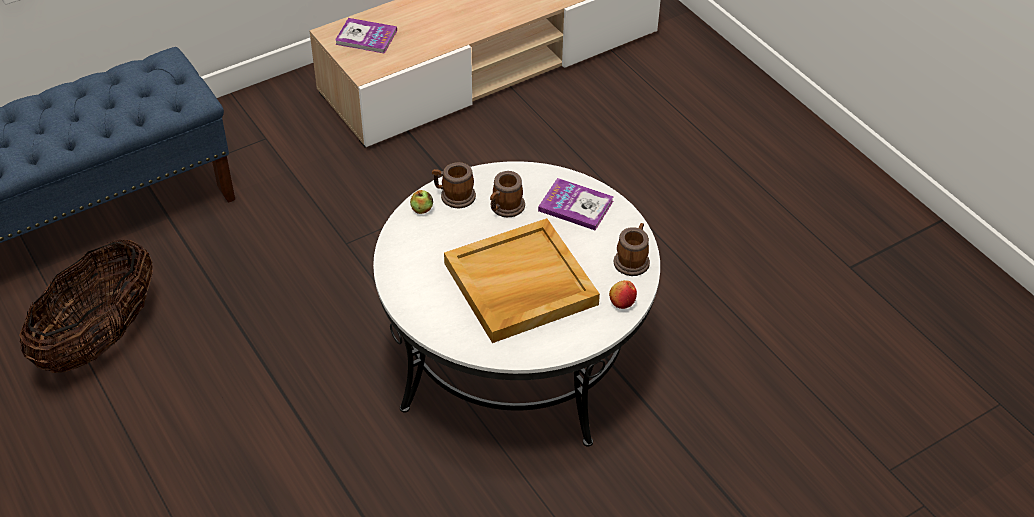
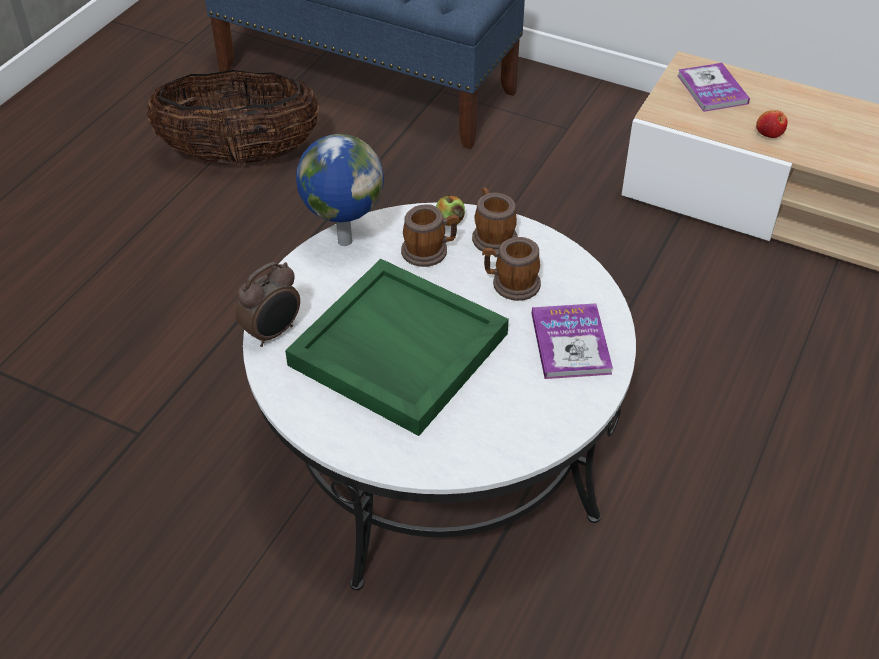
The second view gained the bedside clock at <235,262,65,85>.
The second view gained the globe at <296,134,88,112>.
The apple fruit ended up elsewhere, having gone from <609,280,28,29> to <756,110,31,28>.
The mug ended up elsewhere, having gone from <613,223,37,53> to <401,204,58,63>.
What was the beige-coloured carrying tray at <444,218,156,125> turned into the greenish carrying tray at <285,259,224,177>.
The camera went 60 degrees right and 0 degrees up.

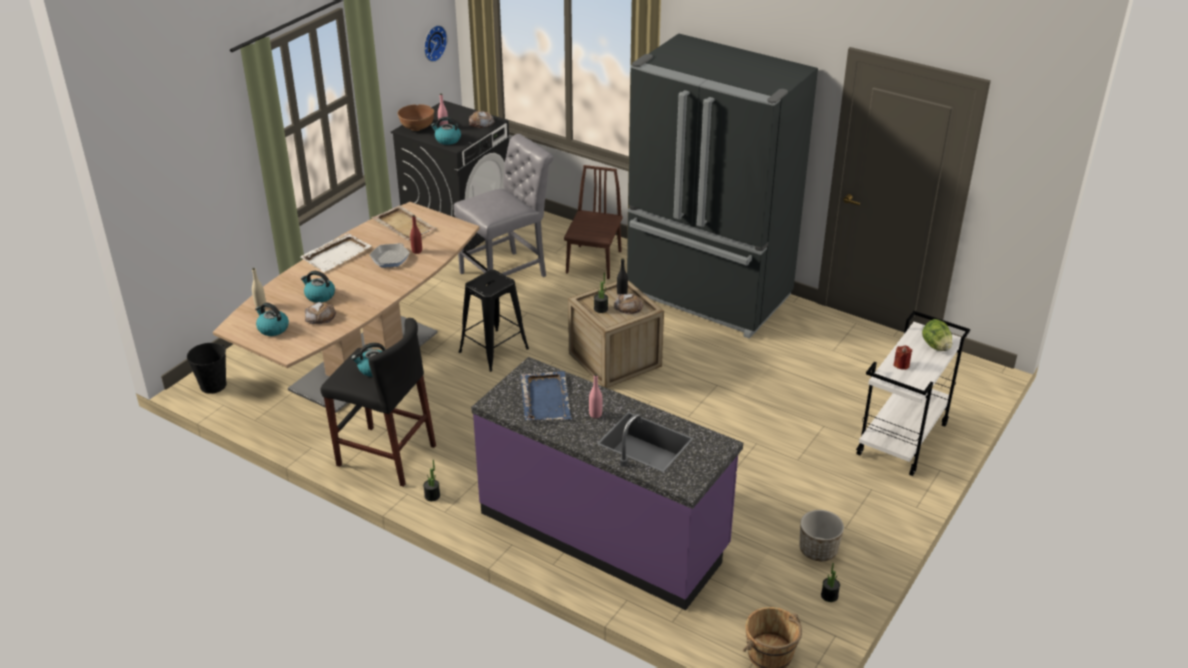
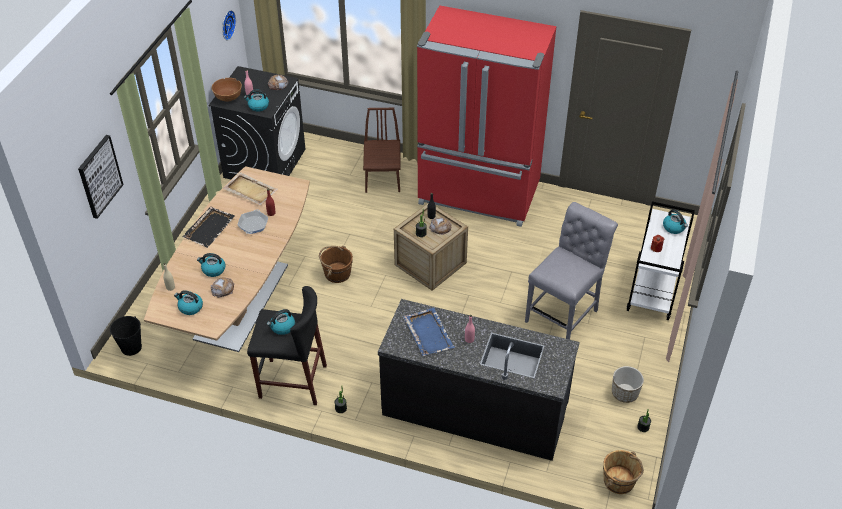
The second view gained the wall picture at <78,135,46,84>.
The greyish upright chair ended up elsewhere, having gone from <454,134,99,143> to <525,202,93,138>.
Where the black-coloured sitting stool stood at <459,270,70,102>, the brown-coloured bucket came to stand at <319,246,34,37>.
Where the lettuce head stood at <922,319,30,32>, the water kettle came to stand at <663,209,25,25>.
What was the whitish carrying tray at <300,233,72,39> turned into the black-coloured carrying tray at <182,206,53,42>.
What was the purple-coloured kitchen base unit at <471,357,272,253> turned into the black-coloured kitchen base unit at <378,299,202,162>.
What was the black-coloured fridge at <627,34,191,305> turned into the red-coloured fridge at <417,5,140,222>.
The camera went 15 degrees left and 10 degrees up.

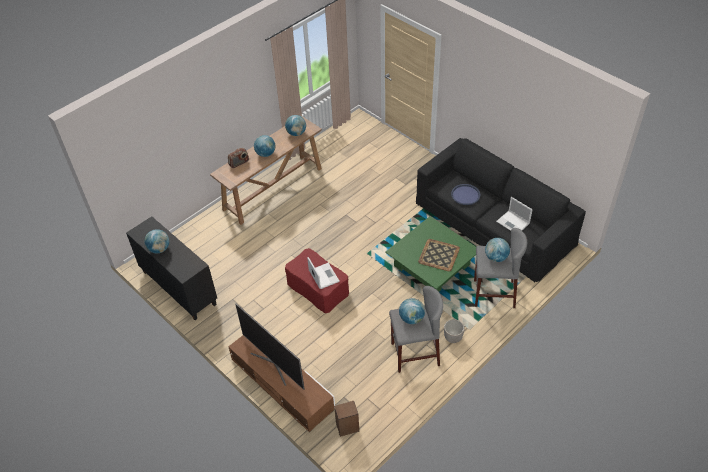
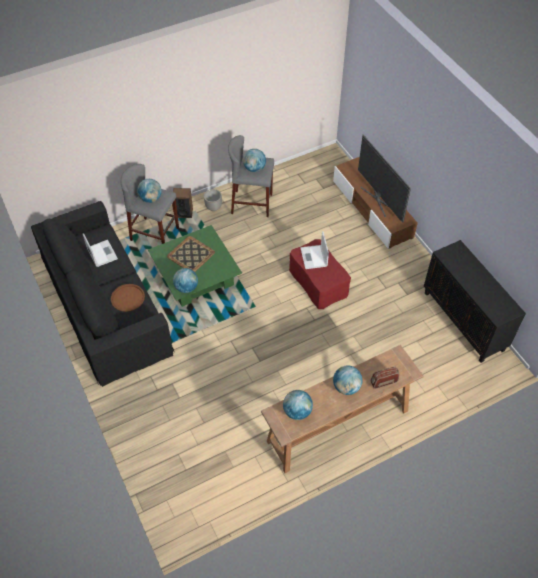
The globe ended up elsewhere, having gone from <144,229,25,24> to <173,268,25,25>.
The audio speaker ended up elsewhere, having gone from <334,401,25,36> to <173,188,20,30>.
What was the bluish carrying tray at <451,184,29,21> turned into the brown-coloured carrying tray at <111,284,34,28>.
The camera went 165 degrees left and 5 degrees up.

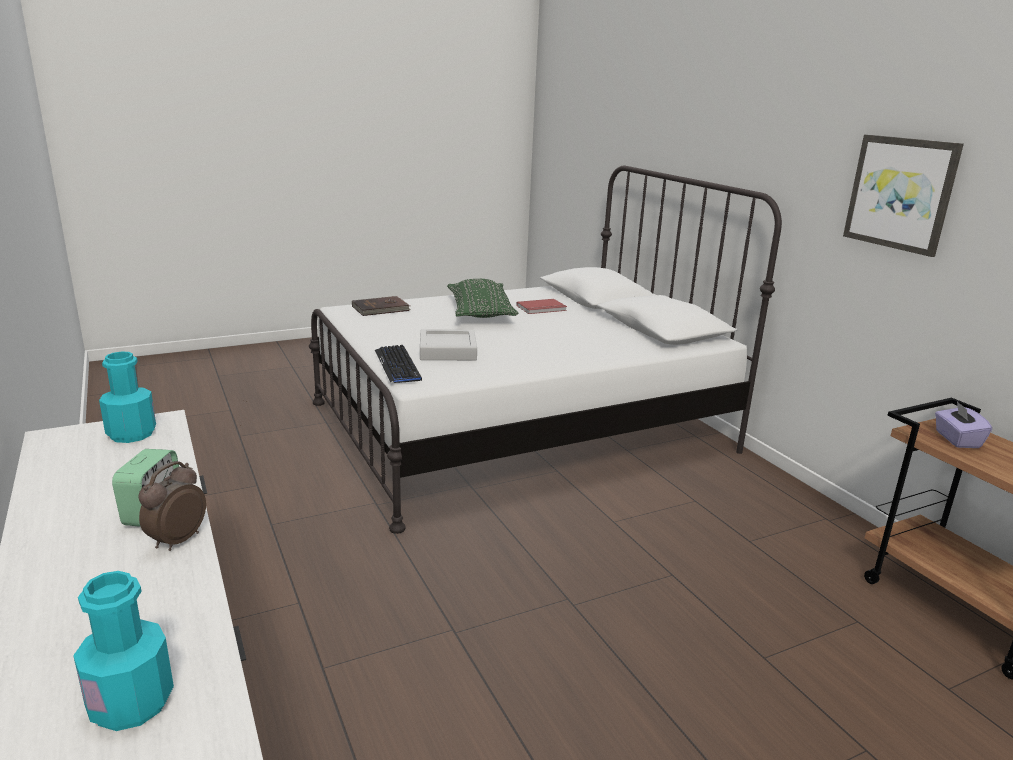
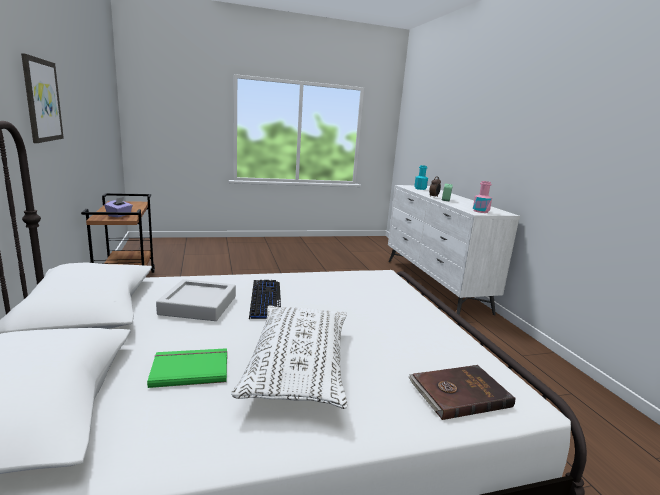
The PC keyboard ended up elsewhere, having gone from <375,345,47,38> to <249,280,32,39>.
The greyish carrying tray ended up elsewhere, having gone from <420,329,57,31> to <156,279,80,42>.
What was the turquoise bottle at <99,351,57,92> turned into the pinkish bottle at <473,181,19,32>.
What was the greenish cushion at <447,279,71,39> turned into the whitish cushion at <231,305,116,104>.
What was the red-coloured bound book at <516,299,51,15> turned into the greenish bound book at <147,348,80,40>.
The camera went 170 degrees left and 5 degrees down.

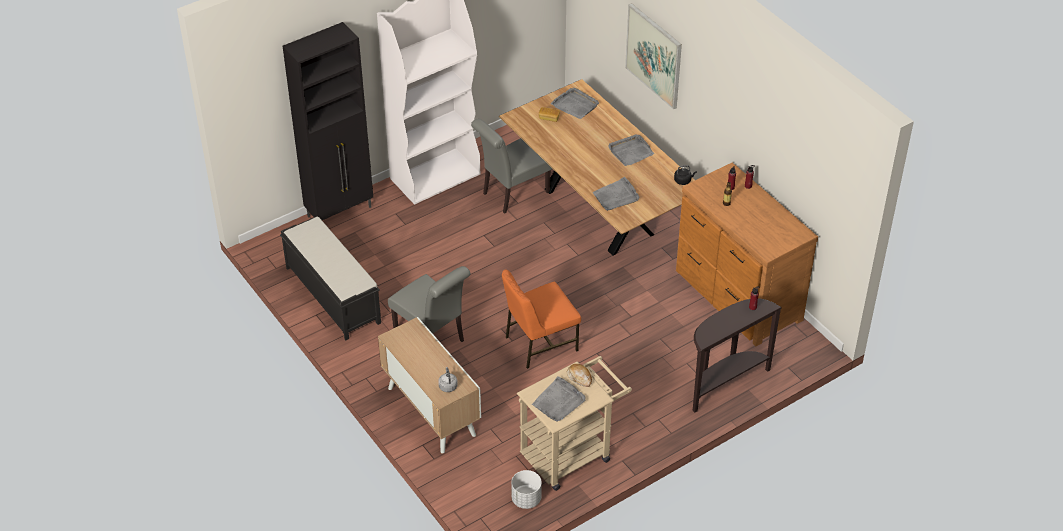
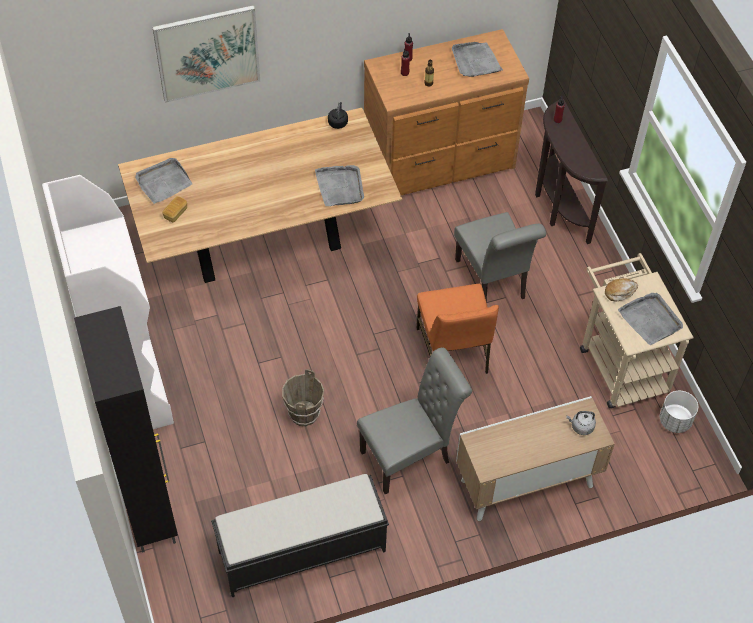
The second view gained the brown-coloured bucket at <282,369,42,57>.
The greyish upright chair ended up elsewhere, having gone from <471,119,81,95> to <454,212,92,91>.
The greyish carrying tray ended up elsewhere, having gone from <608,134,46,32> to <452,42,51,35>.
The camera went 75 degrees left and 10 degrees up.

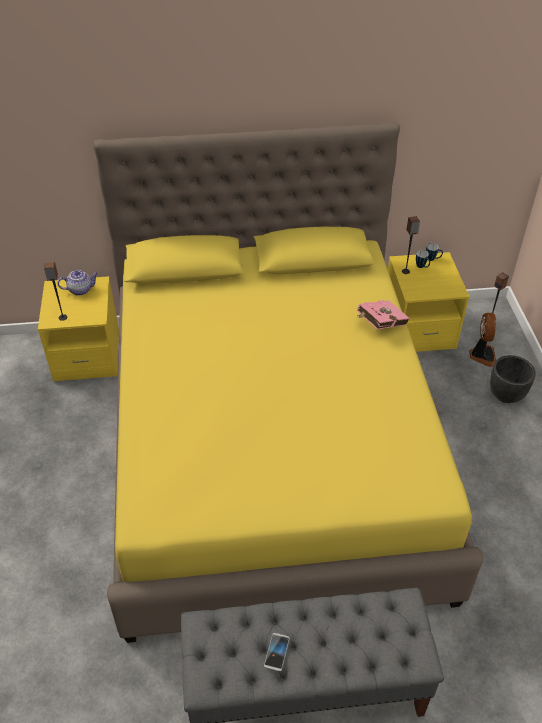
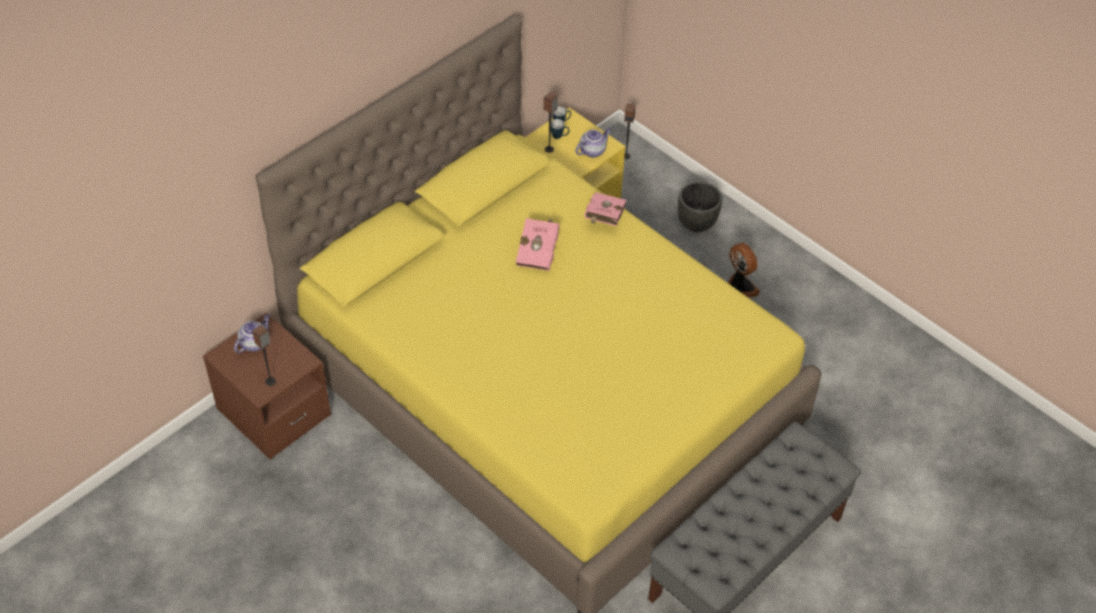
The second view lost the phone at <264,633,26,38>.
The second view gained the pinkish bound book at <516,218,44,53>.
The second view gained the tea pot at <575,127,36,31>.
The fan ended up elsewhere, having gone from <469,313,27,54> to <728,243,32,54>.
What was the yellow-coloured bedside table at <38,276,81,106> turned into the brown-coloured bedside table at <203,313,128,147>.
The camera went 40 degrees left and 5 degrees up.

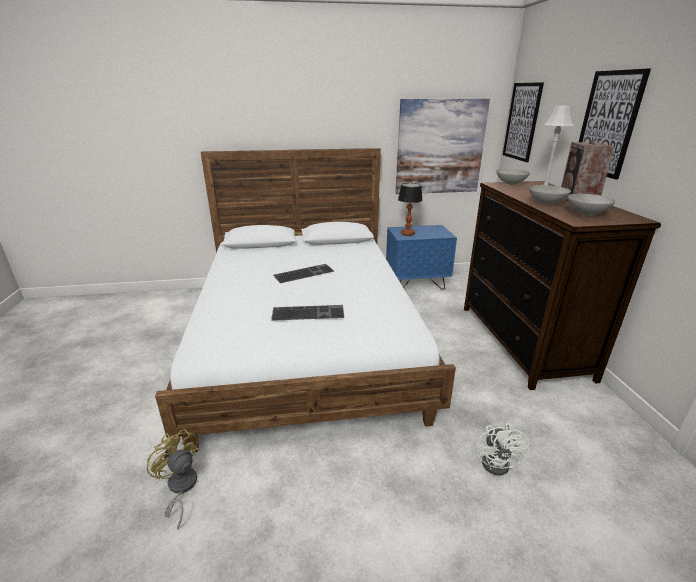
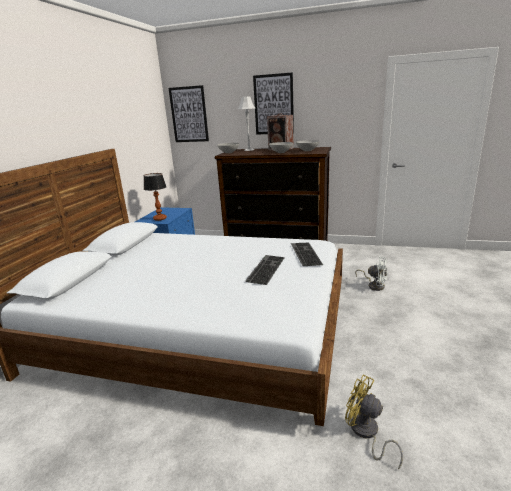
The second view lost the wall picture at <395,99,95,95>.
The PC keyboard ended up elsewhere, having gone from <273,264,61,19> to <291,243,32,23>.
The yellow-coloured fan at <147,429,52,100> ended up facing another way, 60 degrees clockwise from before.
The camera went 65 degrees left and 5 degrees down.

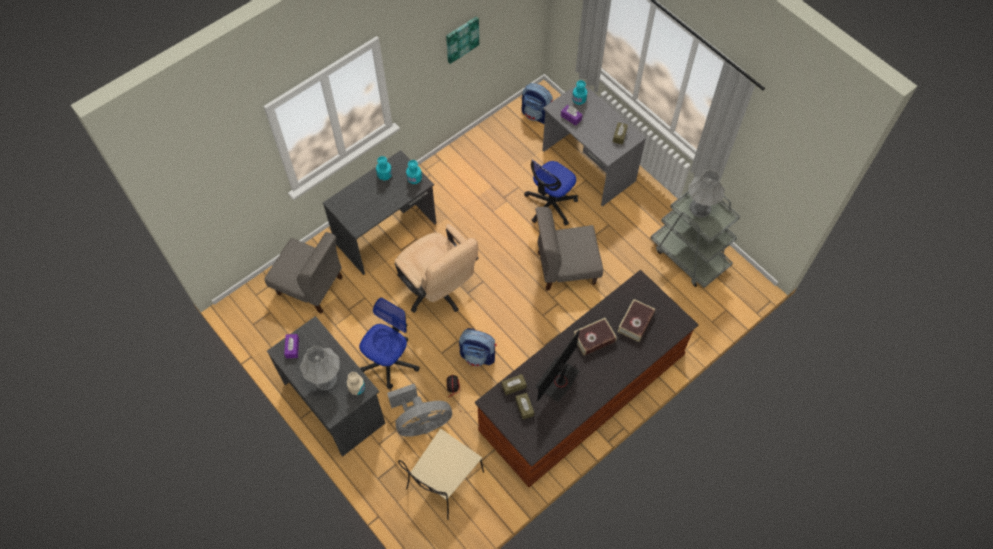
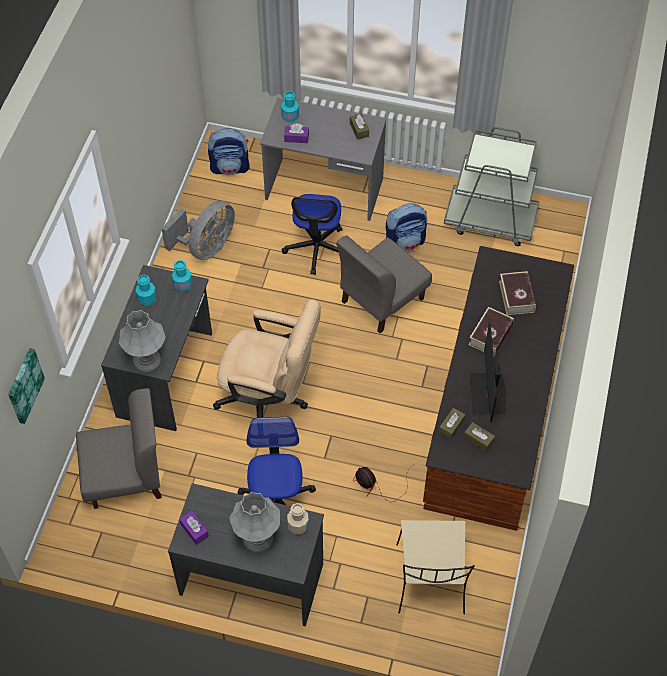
The greyish fan ended up elsewhere, having gone from <387,383,65,54> to <161,201,74,59>.
The wall picture ended up elsewhere, having gone from <446,16,33,48> to <8,348,37,76>.
The backpack ended up elsewhere, having gone from <459,328,38,38> to <386,203,41,48>.
The greyish lamp for a table ended up elsewhere, having gone from <688,169,37,48> to <119,310,47,62>.
The camera went 35 degrees left and 5 degrees down.

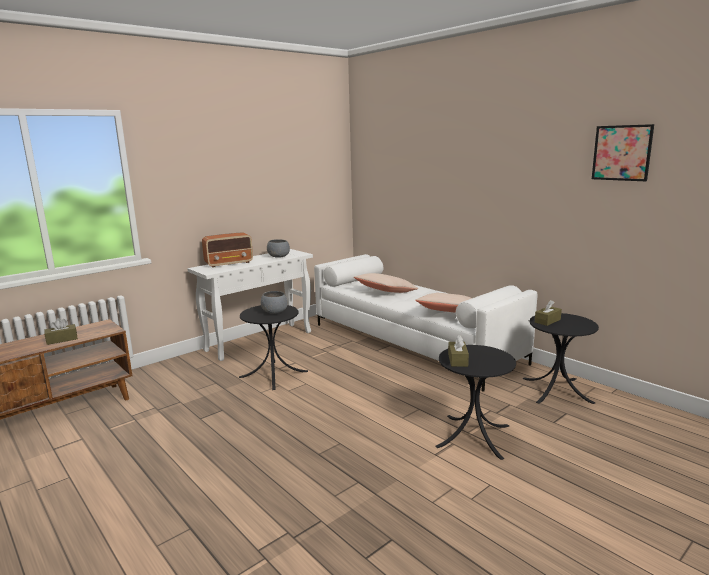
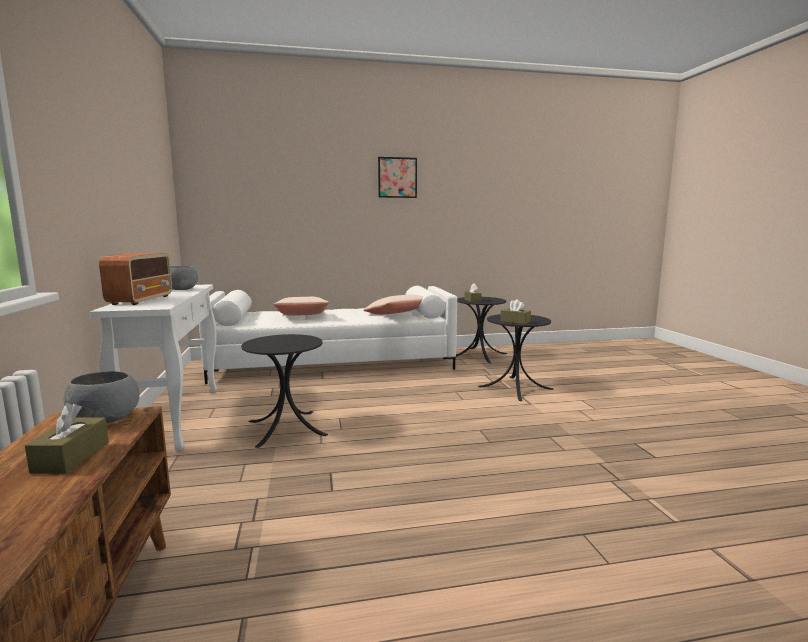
The greyish serving bowl ended up elsewhere, having gone from <261,291,27,23> to <63,371,77,52>.
The wall picture ended up elsewhere, having gone from <592,124,62,57> to <378,157,39,41>.
The camera went 60 degrees left and 5 degrees down.

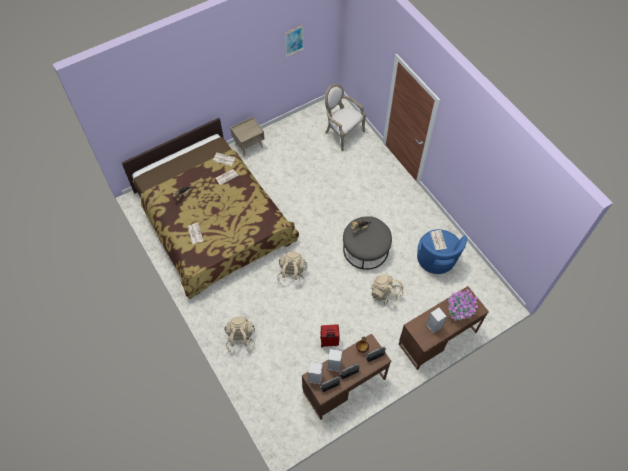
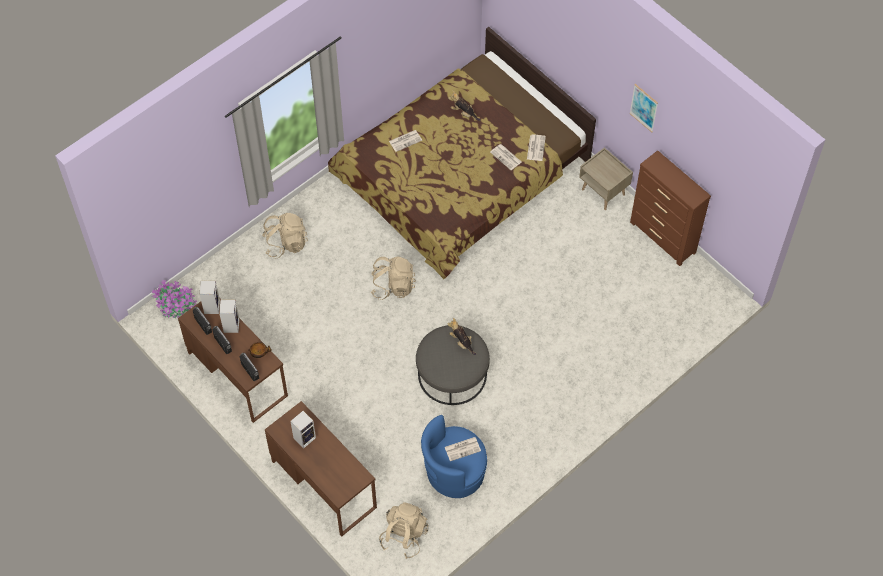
The second view lost the red-coloured travel case at <320,324,20,23>.
The second view lost the armchair at <325,83,41,68>.
The second view gained the brown-coloured chest of drawers at <630,150,81,116>.
The wall picture ended up elsewhere, having gone from <285,25,19,32> to <629,84,29,48>.
The beige-coloured backpack ended up elsewhere, having gone from <371,274,33,35> to <379,502,50,57>.
The plant in a pot ended up elsewhere, having gone from <448,289,30,32> to <151,280,46,38>.
The camera went 80 degrees right and 0 degrees up.

